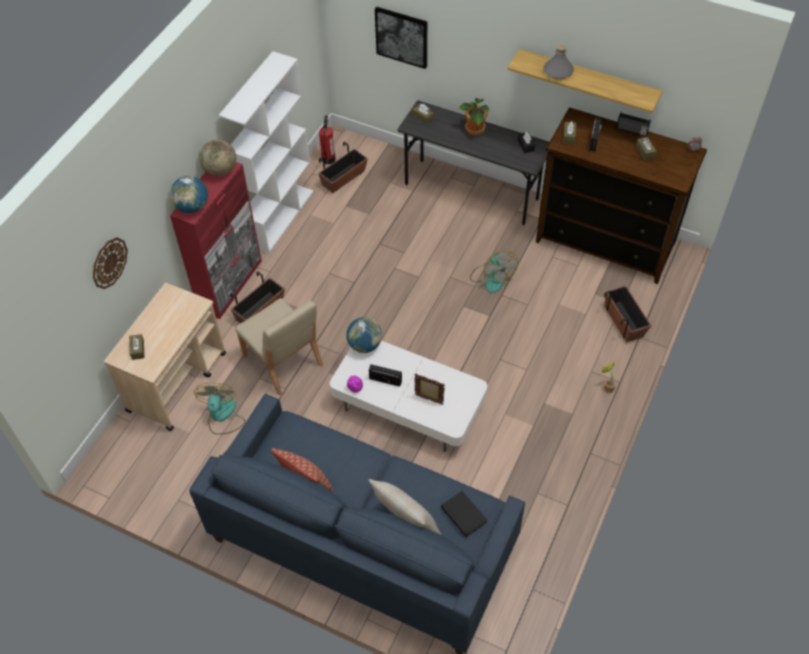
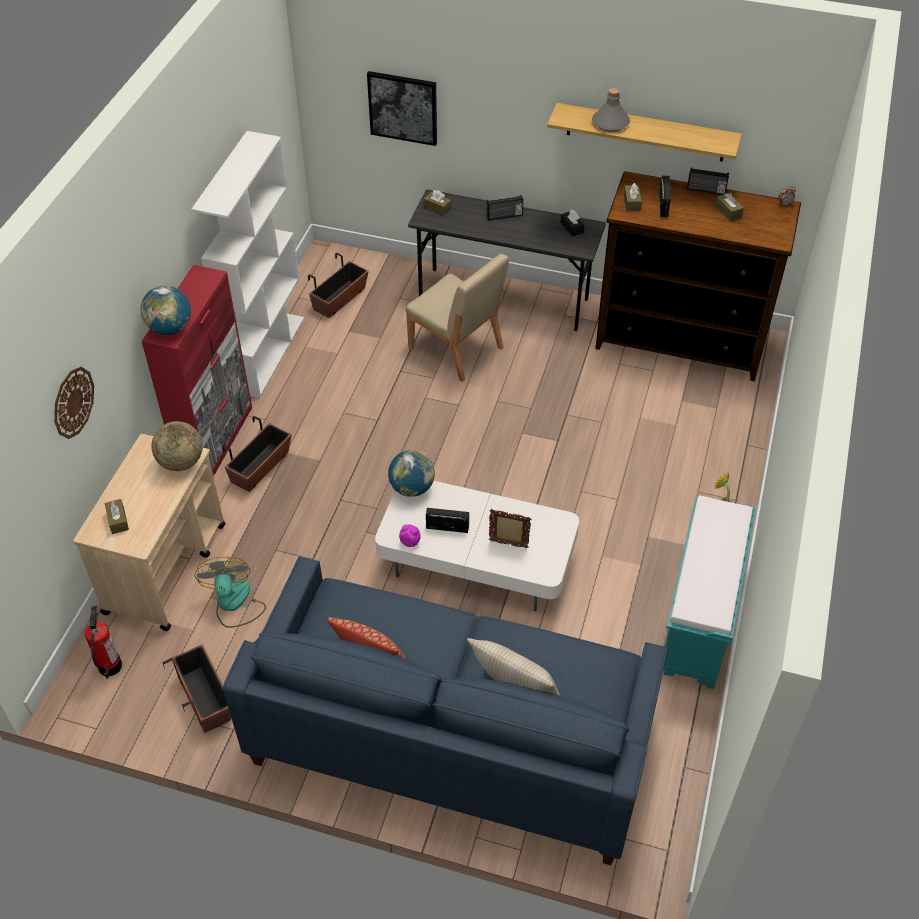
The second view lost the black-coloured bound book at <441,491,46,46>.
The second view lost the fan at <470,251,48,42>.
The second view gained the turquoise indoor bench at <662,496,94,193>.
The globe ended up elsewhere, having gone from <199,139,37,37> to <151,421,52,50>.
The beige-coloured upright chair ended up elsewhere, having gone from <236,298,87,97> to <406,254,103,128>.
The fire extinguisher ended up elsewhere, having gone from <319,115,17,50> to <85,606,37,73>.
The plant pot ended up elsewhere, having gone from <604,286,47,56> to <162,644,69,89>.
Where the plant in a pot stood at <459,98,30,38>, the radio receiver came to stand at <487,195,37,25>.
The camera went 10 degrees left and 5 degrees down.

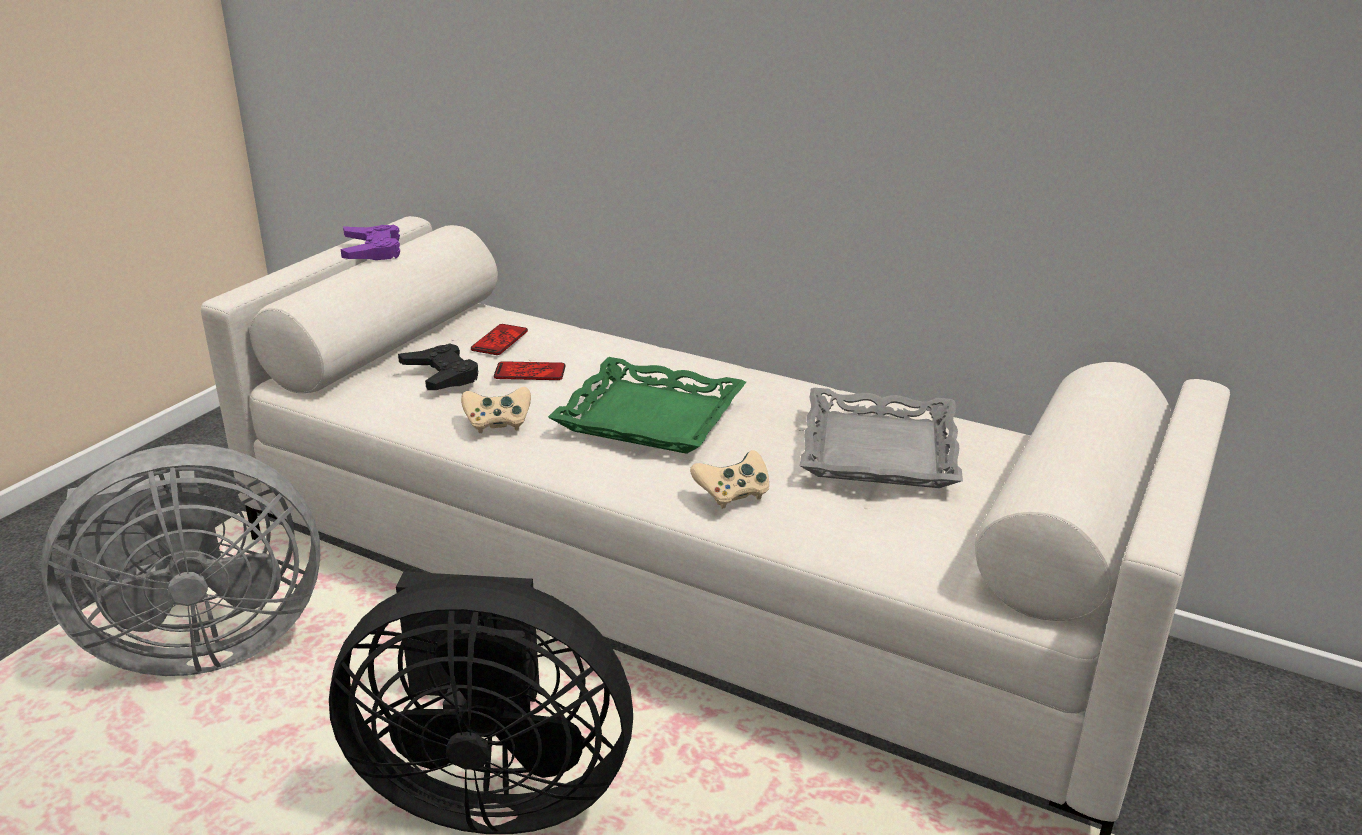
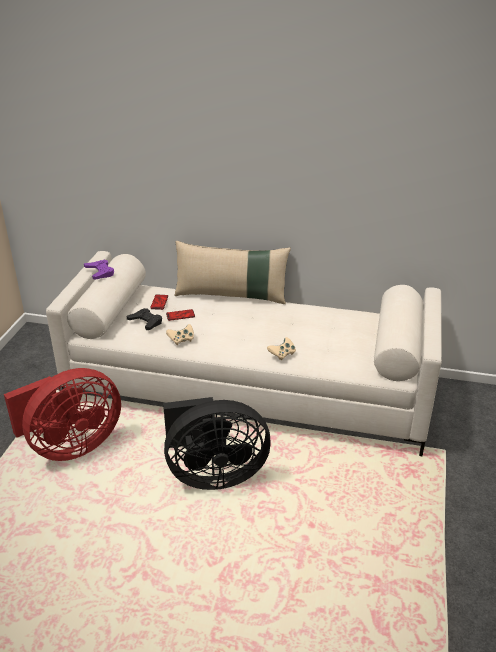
The second view lost the greenish carrying tray at <548,357,198,97>.
The second view lost the greyish carrying tray at <800,388,163,100>.
The second view gained the beige-coloured cushion at <174,241,117,63>.
What was the greyish fan at <41,444,279,232> turned into the red-coloured fan at <4,368,117,93>.
The camera went 15 degrees left and 5 degrees up.

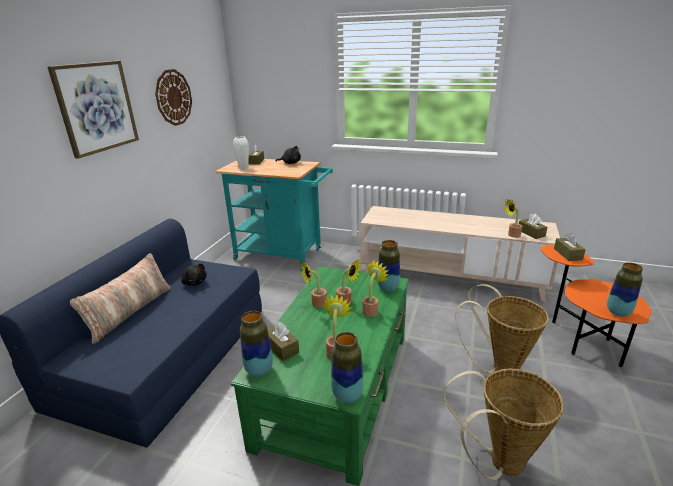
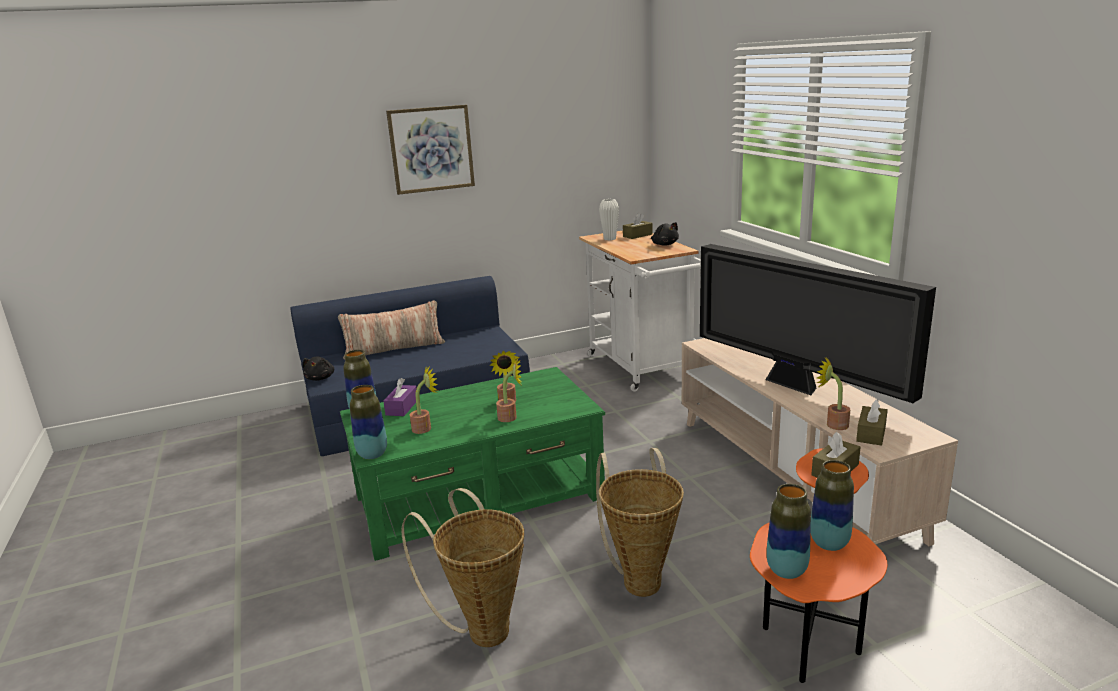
The second view lost the hanging clock at <155,69,37,57>.
The second view lost the plant in a pot at <300,262,27,46>.
The second view gained the television at <700,244,236,159>.
The black-coloured plush toy ended up elsewhere, having gone from <181,264,26,22> to <302,356,32,25>.
The decorative vase ended up elsewhere, having gone from <377,240,23,52> to <810,460,44,91>.
What was the turquoise cart at <215,159,118,111> turned into the whitish cart at <579,231,122,161>.
What was the brown-coloured tissue box at <268,321,31,40> turned into the purple-coloured tissue box at <383,378,34,38>.
The camera went 50 degrees right and 5 degrees down.

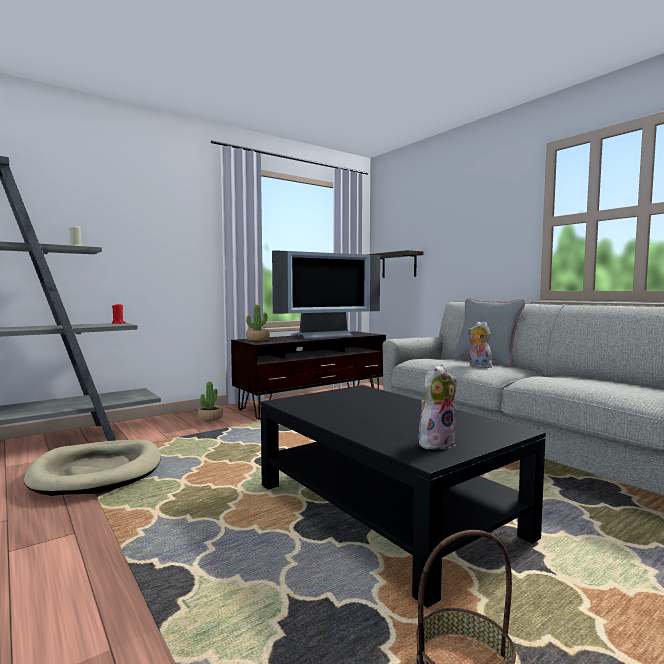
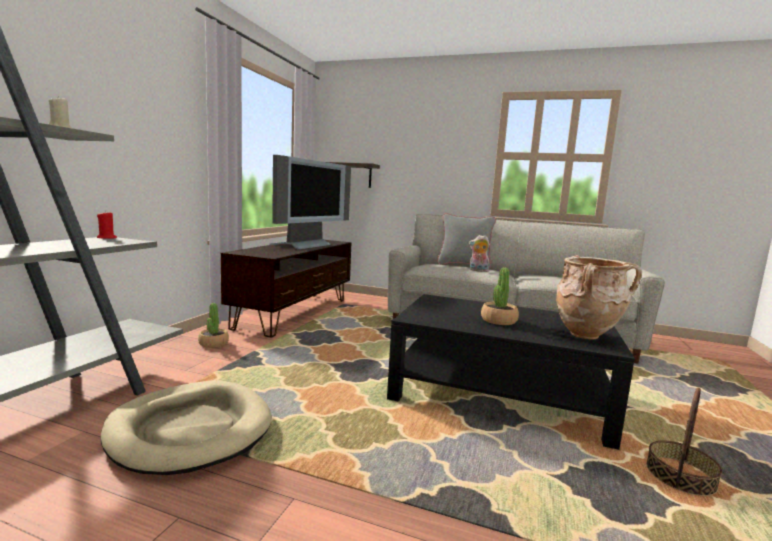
The plant in a pot ended up elsewhere, having gone from <246,305,24,36> to <481,268,38,57>.
Where the plush toy stood at <418,364,39,86>, the beige-coloured decorative vase came to stand at <556,255,86,85>.
The camera went 35 degrees left and 5 degrees up.

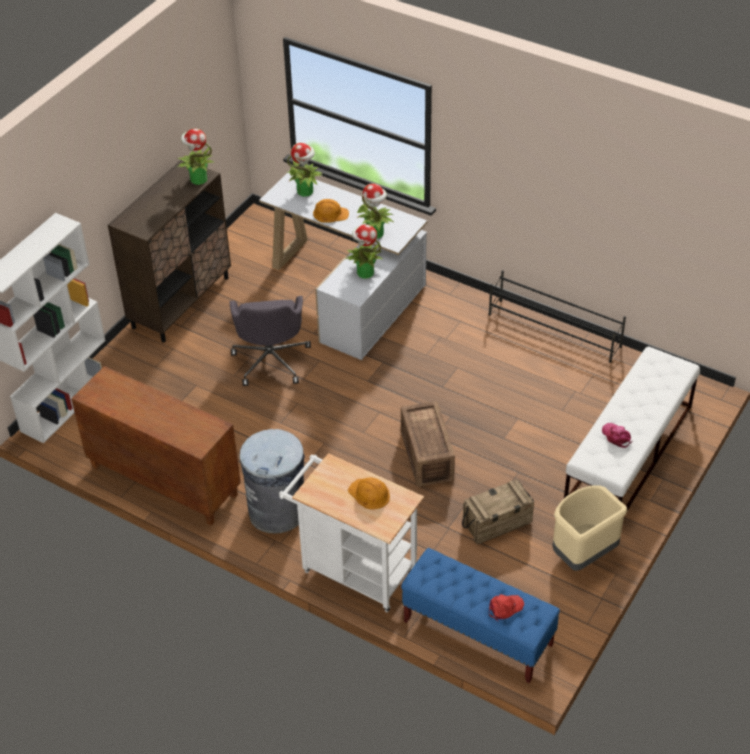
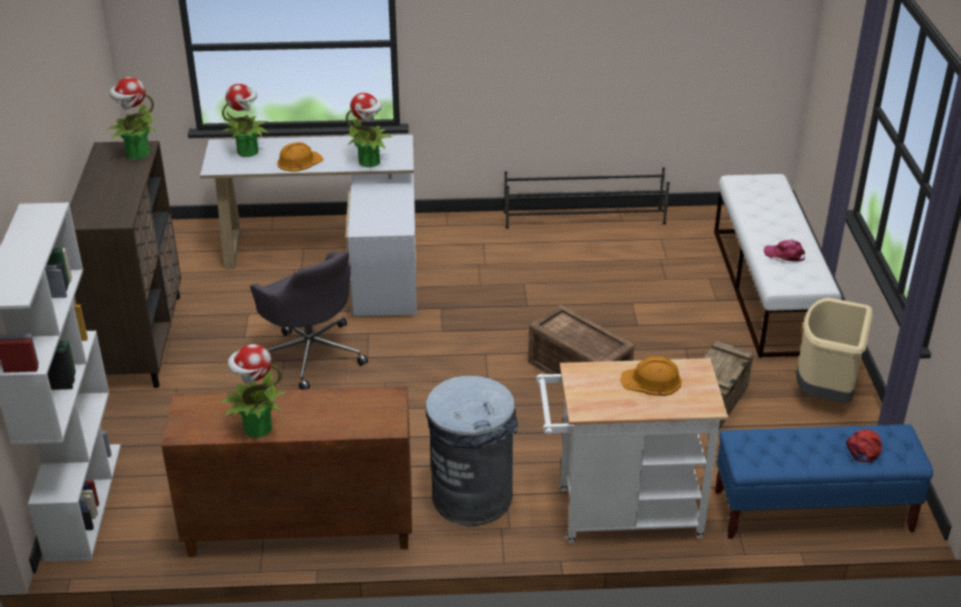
The plant in a pot ended up elsewhere, having gone from <346,224,36,55> to <220,344,65,93>.
The camera went 35 degrees left and 10 degrees down.

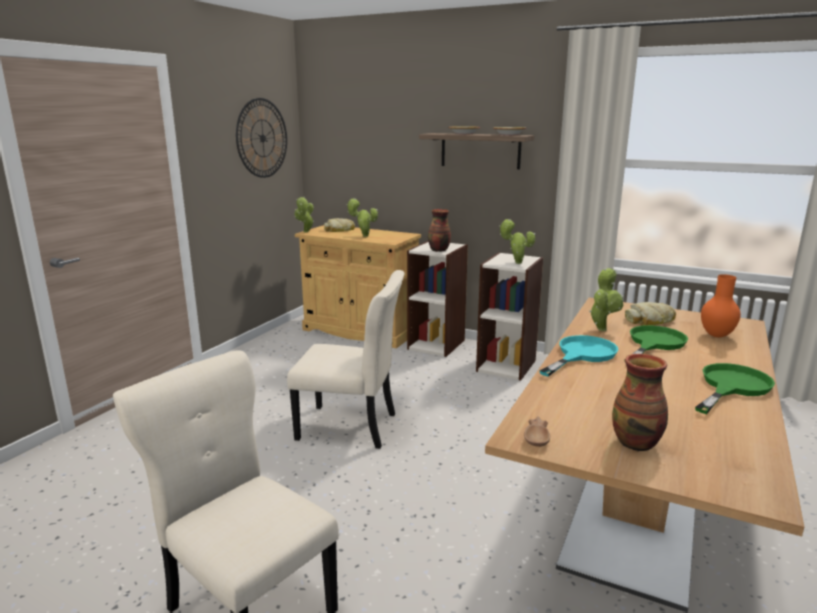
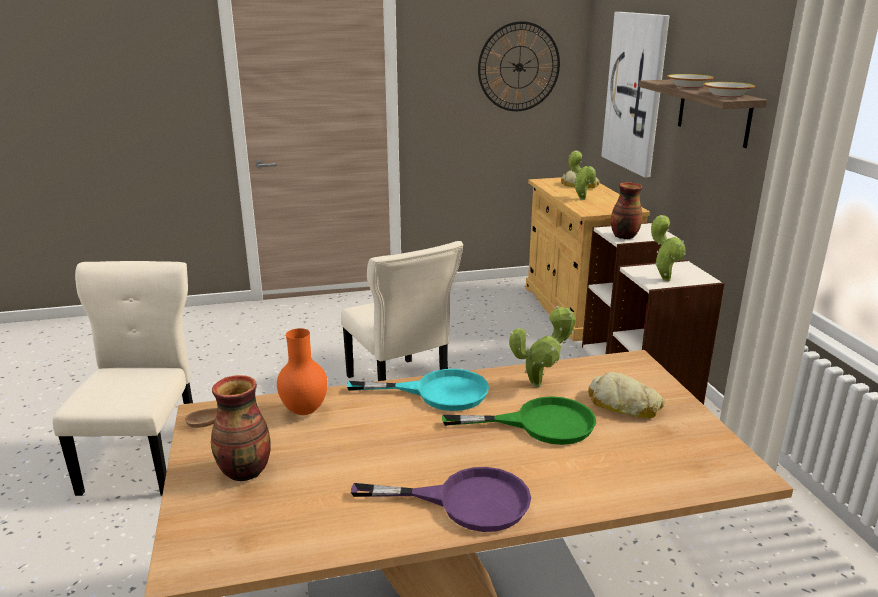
The second view lost the plant in a pot at <295,197,19,36>.
The second view gained the wall picture at <601,12,68,166>.
The orange decorative vase ended up elsewhere, having gone from <701,274,40,63> to <277,328,51,87>.
What was the greenish skillet at <695,363,80,51> turned into the purple-coloured skillet at <351,467,180,65>.
The camera went 50 degrees right and 5 degrees up.

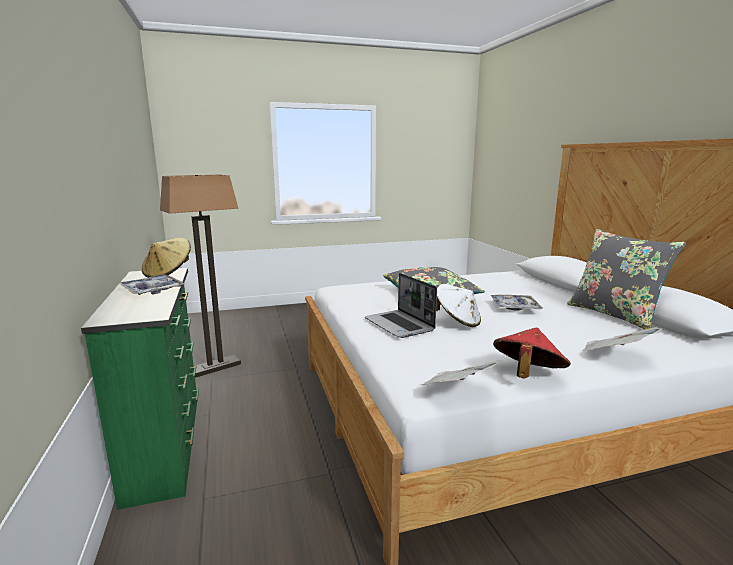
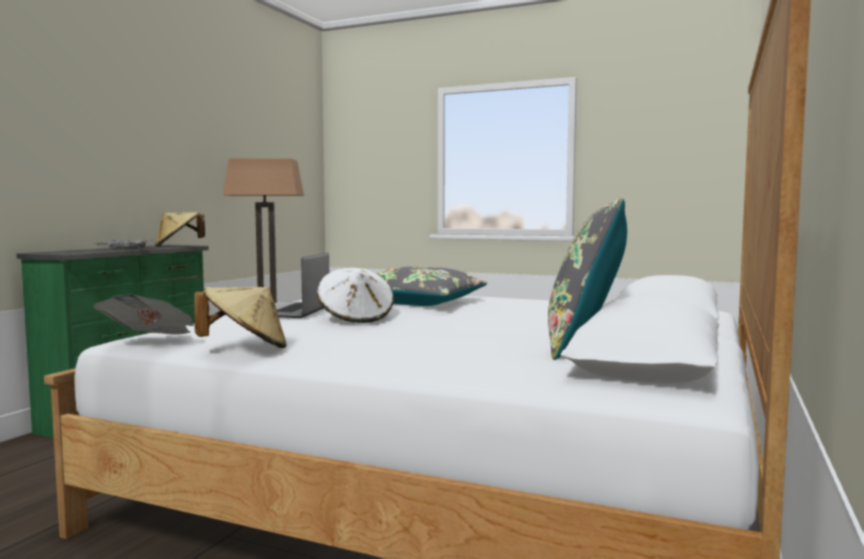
The second view lost the carrying tray at <490,295,53,16>.
The second view lost the newspaper at <583,327,79,24>.
What was the red-coloured clothing hat at <493,328,78,50> turned into the beige-coloured clothing hat at <194,287,93,61>.
The camera went 40 degrees right and 10 degrees down.

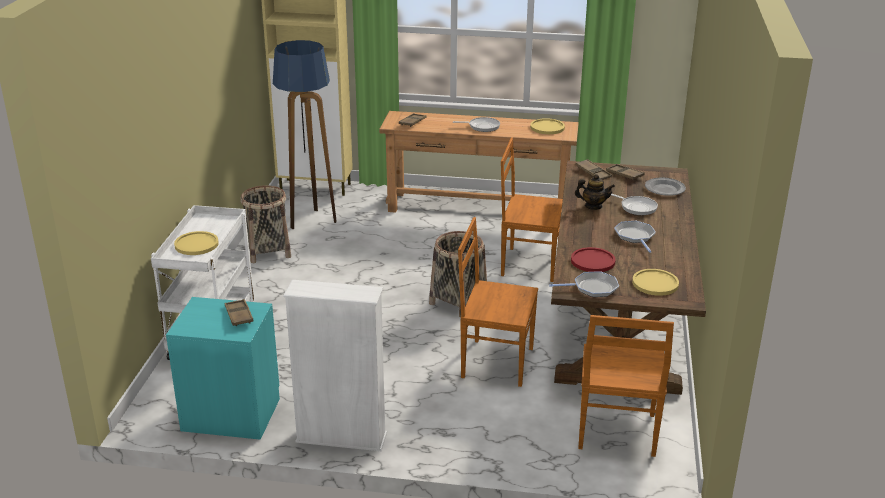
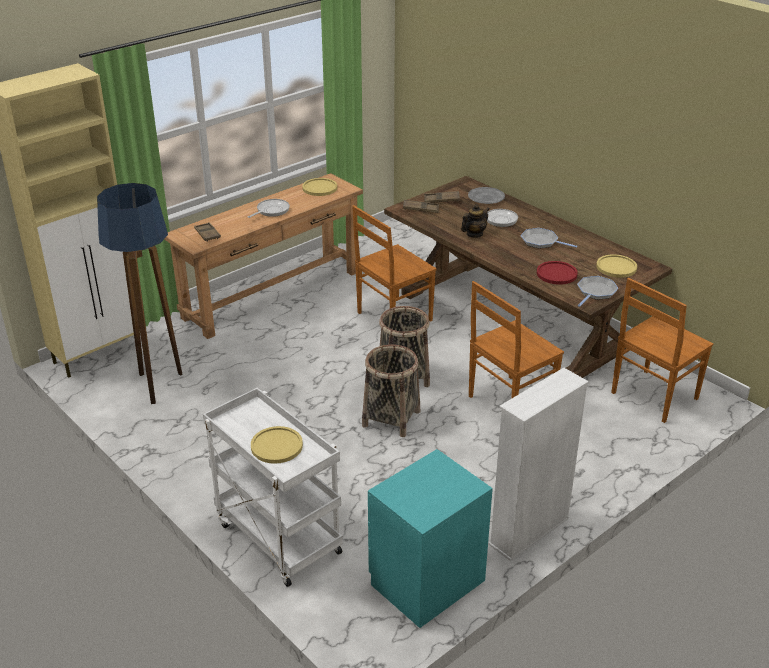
The second view lost the brown-coloured carrying tray at <225,299,28,27>.
The basket ended up elsewhere, having gone from <240,185,51,78> to <362,344,58,93>.
The brown-coloured upright chair at <578,315,96,142> ended up facing another way, 90 degrees clockwise from before.
The camera went 50 degrees left and 5 degrees up.

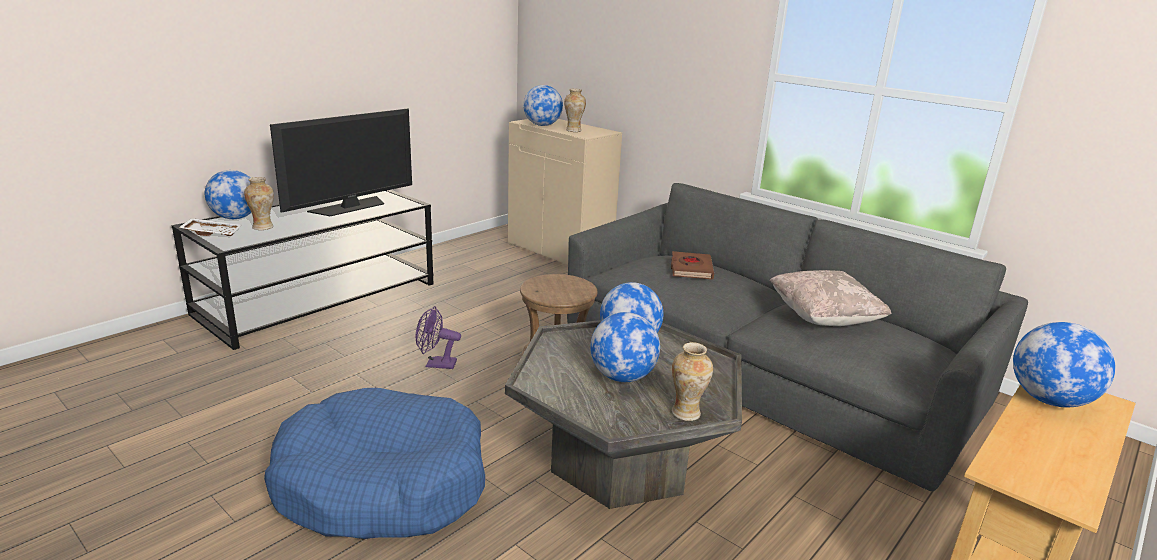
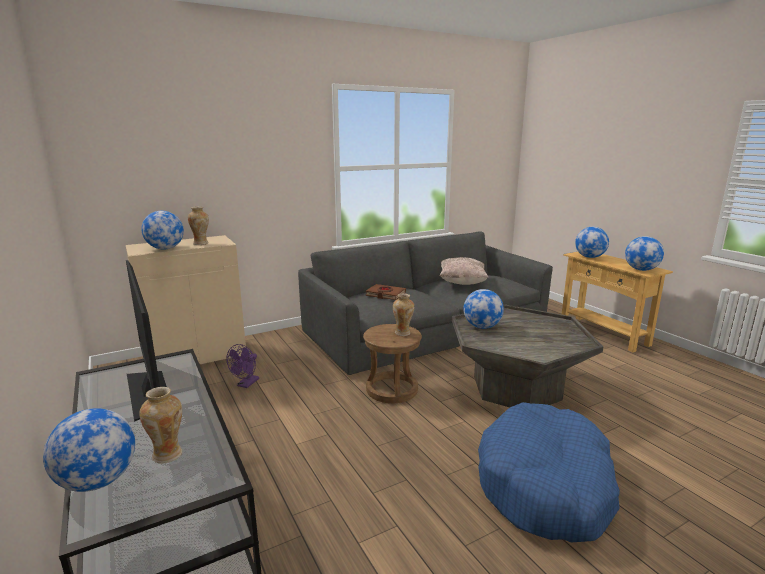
The second view lost the whitish carrying tray at <179,218,62,18>.
The purple-coloured fan ended up elsewhere, having gone from <416,306,45,63> to <226,344,33,44>.
The globe ended up elsewhere, having gone from <590,312,70,70> to <625,236,39,35>.
The decorative vase ended up elsewhere, having gone from <672,342,41,79> to <393,293,21,43>.
The camera went 70 degrees left and 5 degrees down.

